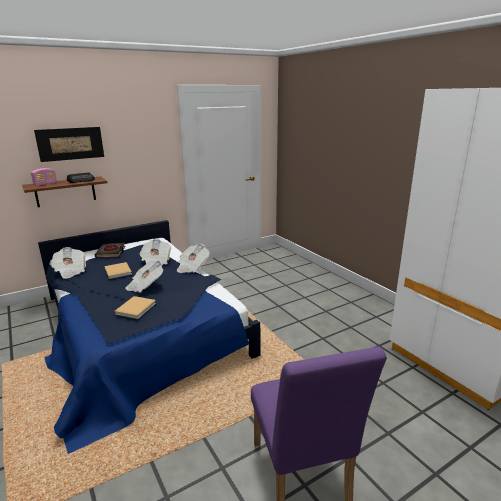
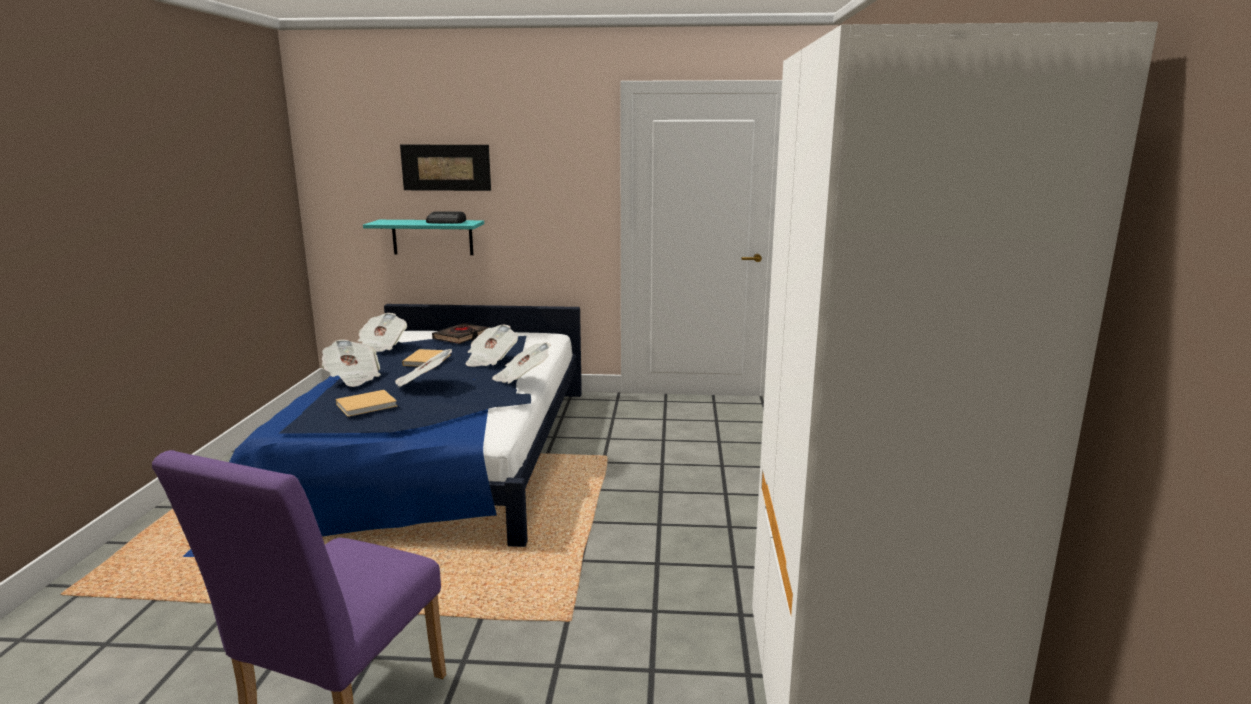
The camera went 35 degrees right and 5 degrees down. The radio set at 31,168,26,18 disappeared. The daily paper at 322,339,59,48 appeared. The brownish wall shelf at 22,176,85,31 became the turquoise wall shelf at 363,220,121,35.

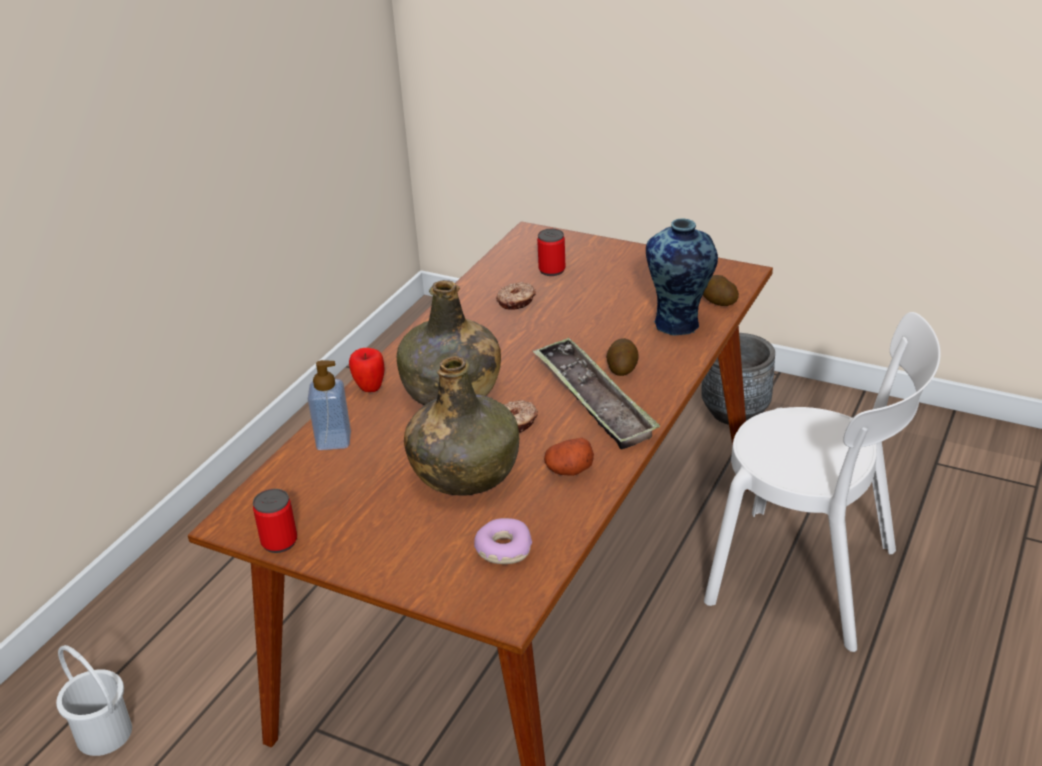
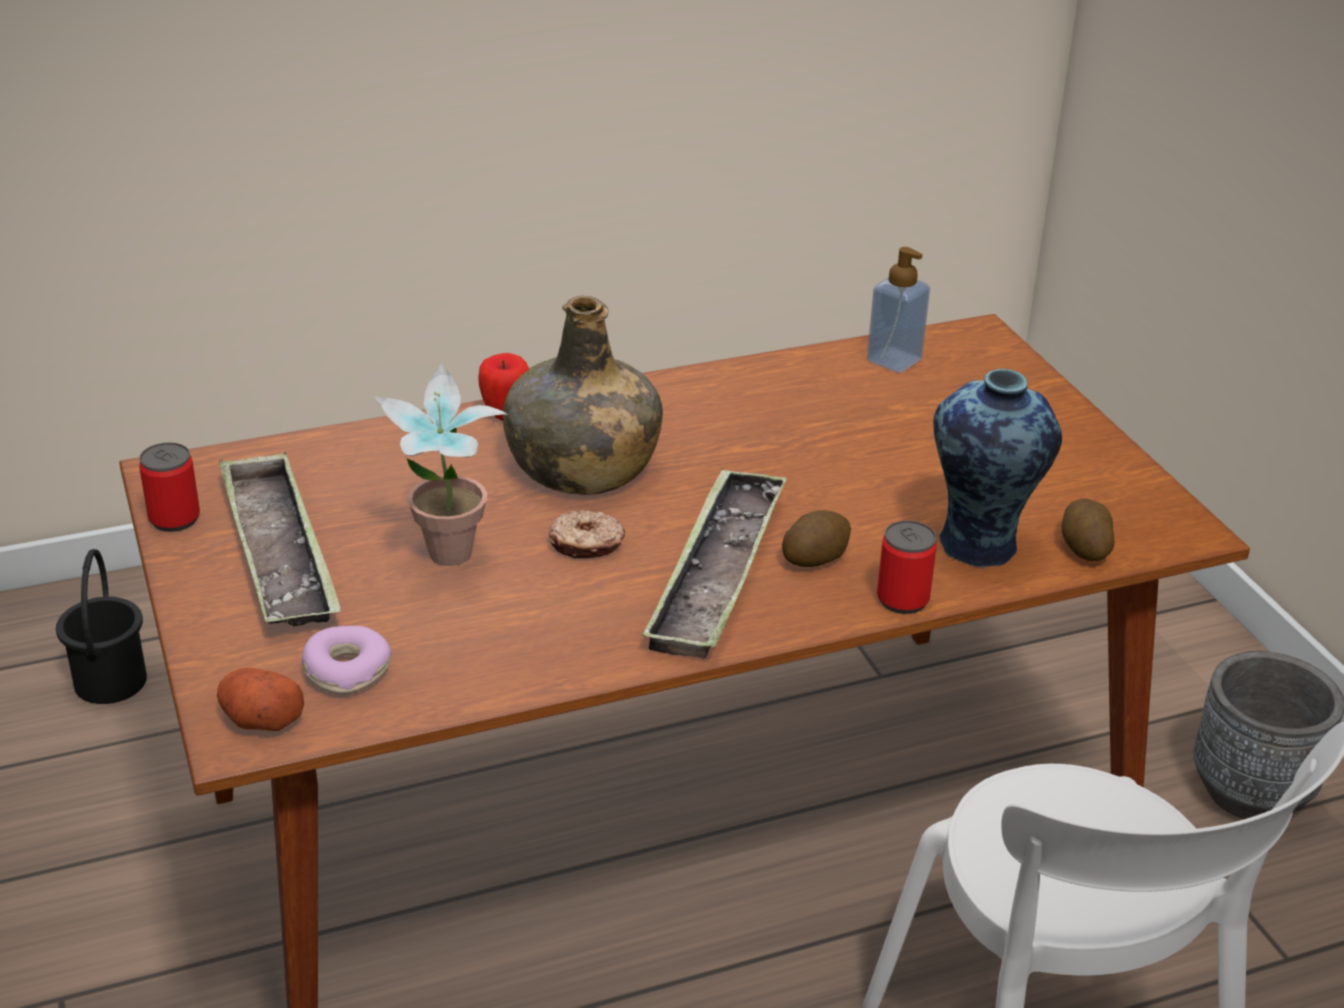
The camera went 40 degrees right and 0 degrees up. The ring doughnut at 496,282,40,28 disappeared. The serving tray at 219,452,122,175 appeared. The liquid soap bottle moved from 308,360,43,90 to 867,247,63,126. The can moved from 537,229,29,47 to 877,521,60,93. The spud moved from 544,438,50,38 to 217,667,87,64. The green bottle at 404,356,115,140 was replaced by the plant in a pot at 374,363,133,203. The white water bucket at 56,645,76,111 became the black-coloured water bucket at 56,549,91,155.

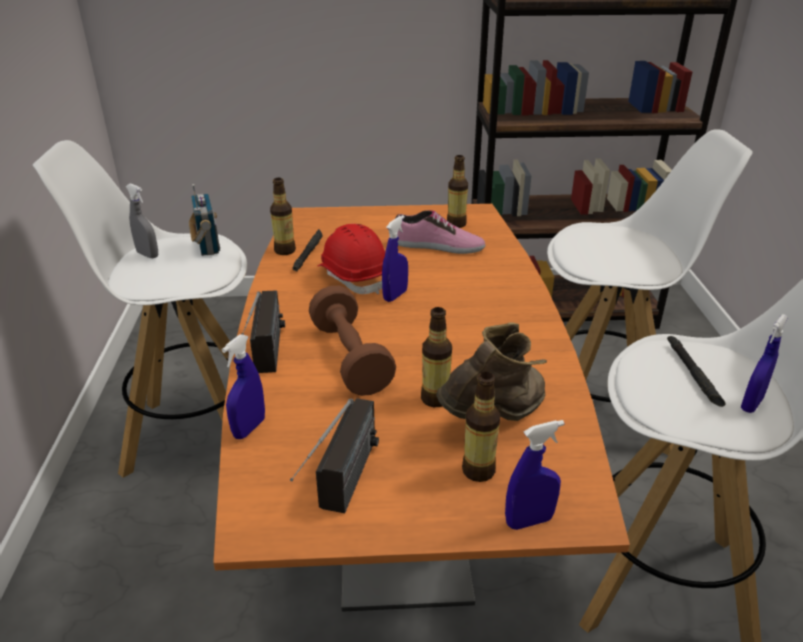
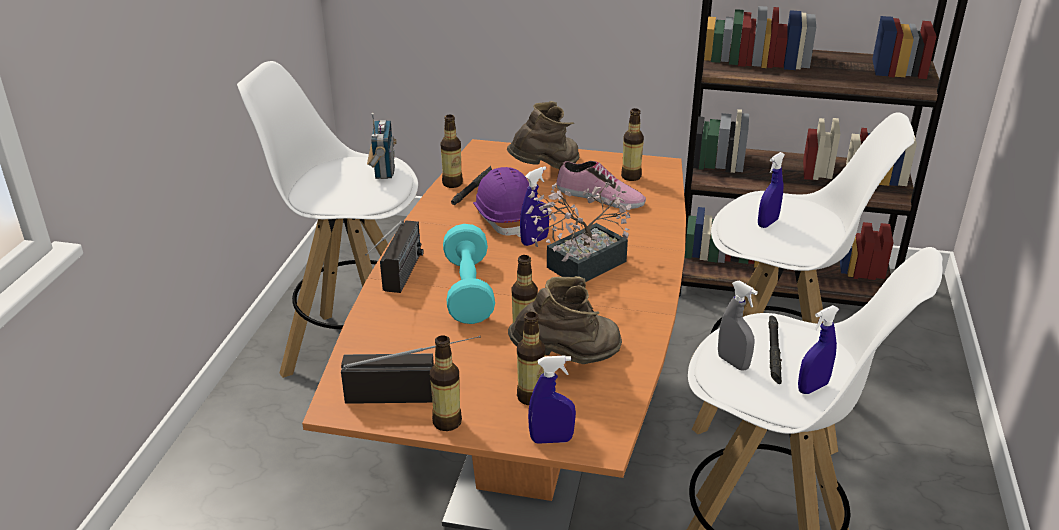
The camera went 15 degrees right and 0 degrees up. The bottle at 430,335,32,96 appeared. The brownish high-top boot at 507,101,72,68 appeared. The plant in a pot at 525,182,106,100 appeared. The greyish sprayer moved from 126,183,32,75 to 718,281,40,90. The blue-coloured sprayer moved from 222,334,43,105 to 758,152,27,76. The brownish hand weight at 309,286,87,110 became the turquoise hand weight at 443,224,52,100. The red work helmet at 318,224,67,71 became the purple-coloured work helmet at 473,167,56,70. The radio set at 290,398,89,115 turned 120 degrees counterclockwise.

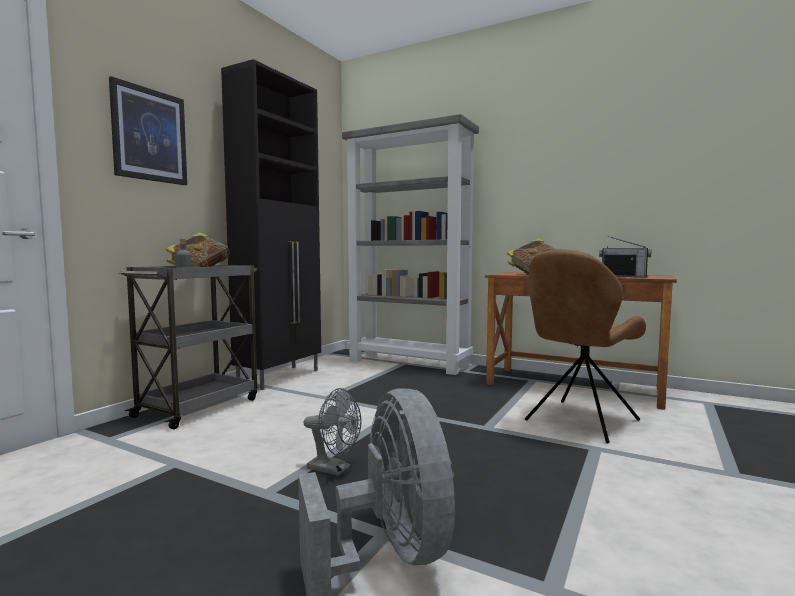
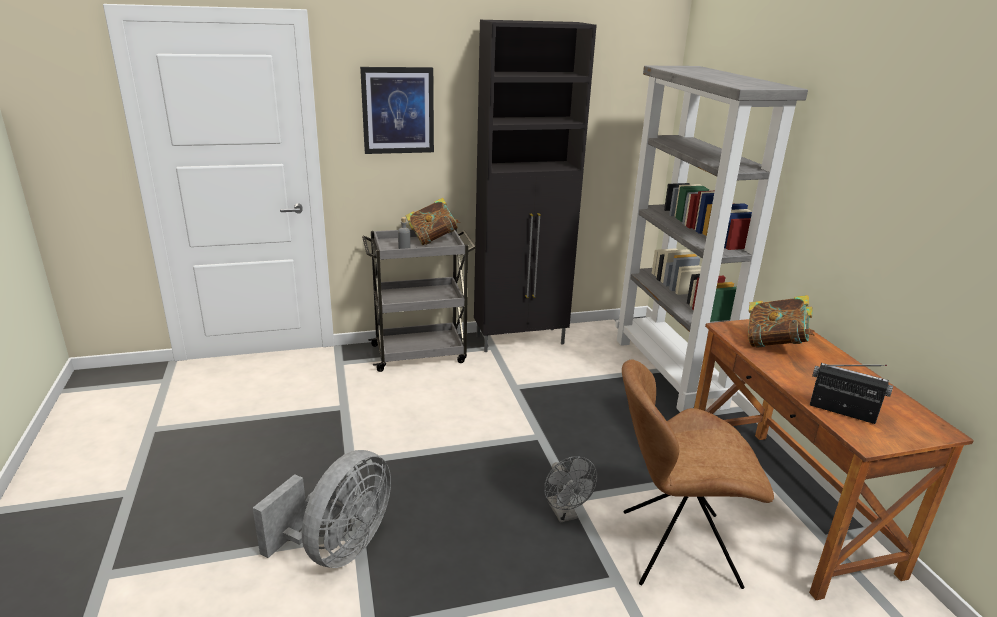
The camera went 45 degrees right and 20 degrees up. The greyish cooling fan moved from 304,388,57,88 to 544,456,53,67. The radio set at 599,236,52,41 turned 135 degrees clockwise.

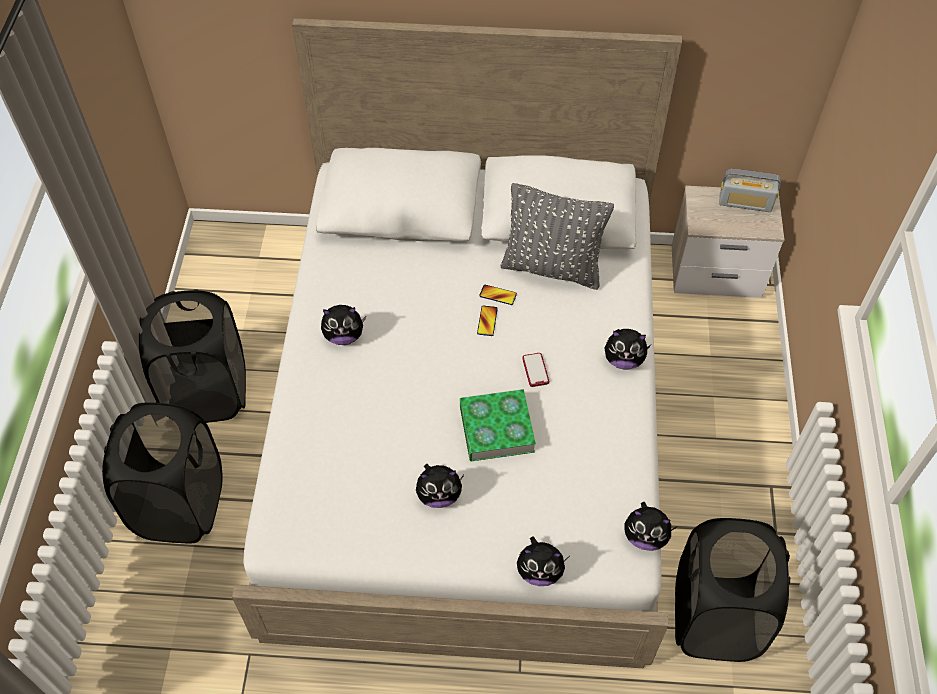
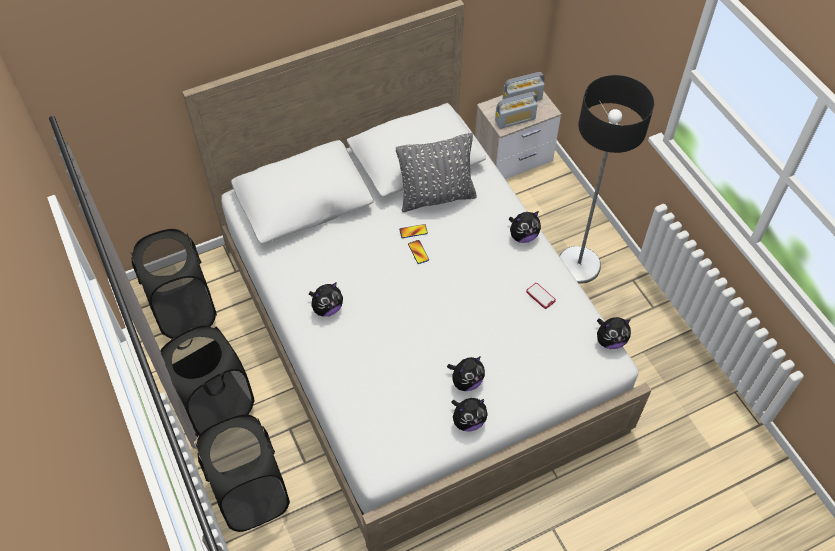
The camera went 30 degrees left and 0 degrees up. The bound book at 460,389,76,72 disappeared. The radio set at 495,92,43,37 appeared. The standing lamp at 559,75,95,209 appeared. The plush toy moved from 517,536,51,50 to 451,398,37,34. The phone moved from 522,353,27,34 to 526,283,30,26. The black-coloured hamper moved from 675,518,115,144 to 131,229,86,110.

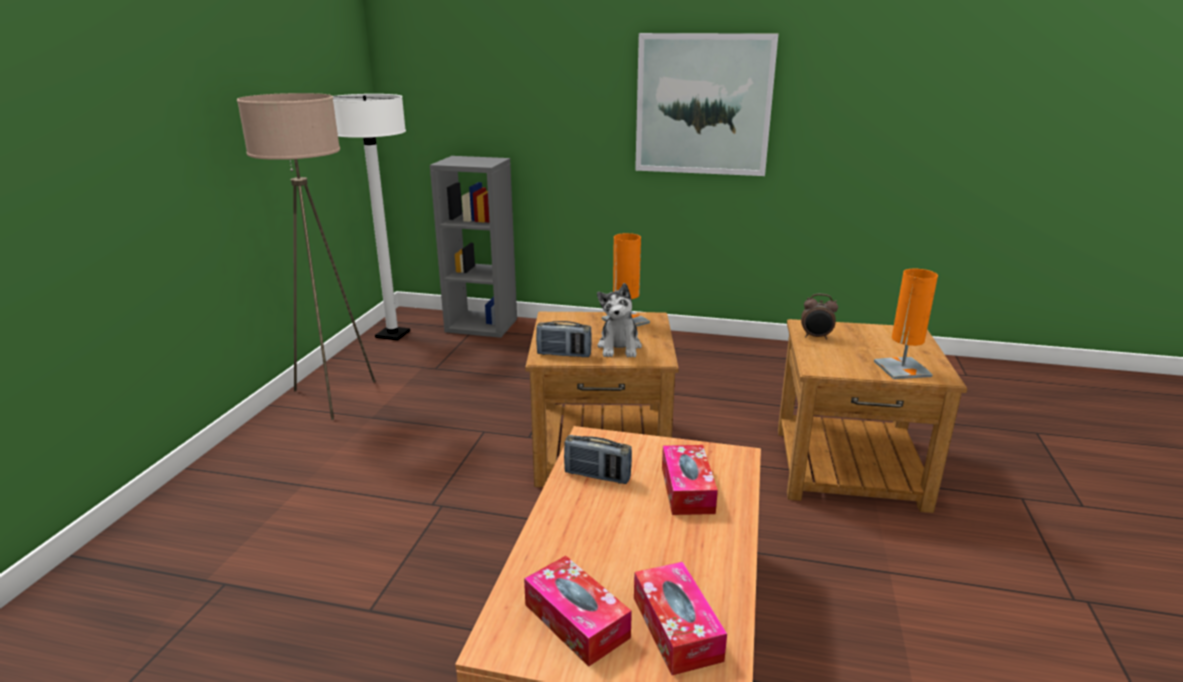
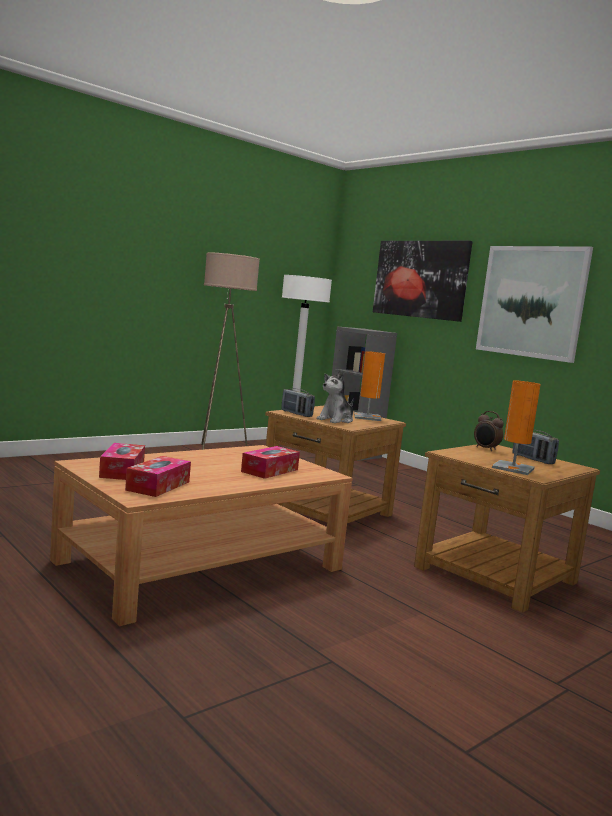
The camera went 35 degrees right and 15 degrees down. The picture at 373,241,100,81 appeared. The radio set moved from 564,435,68,49 to 512,429,47,35.

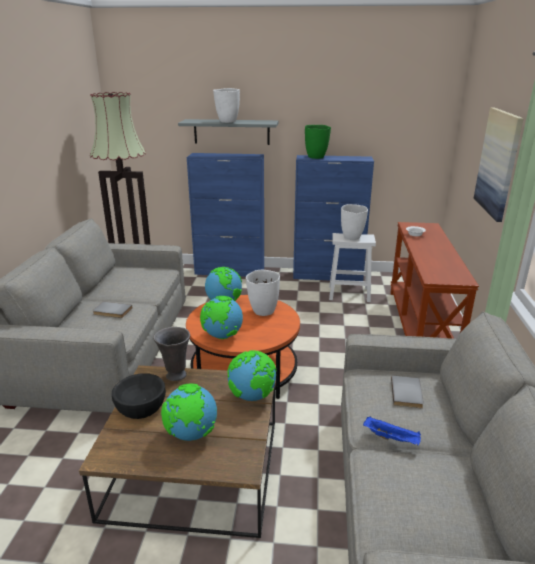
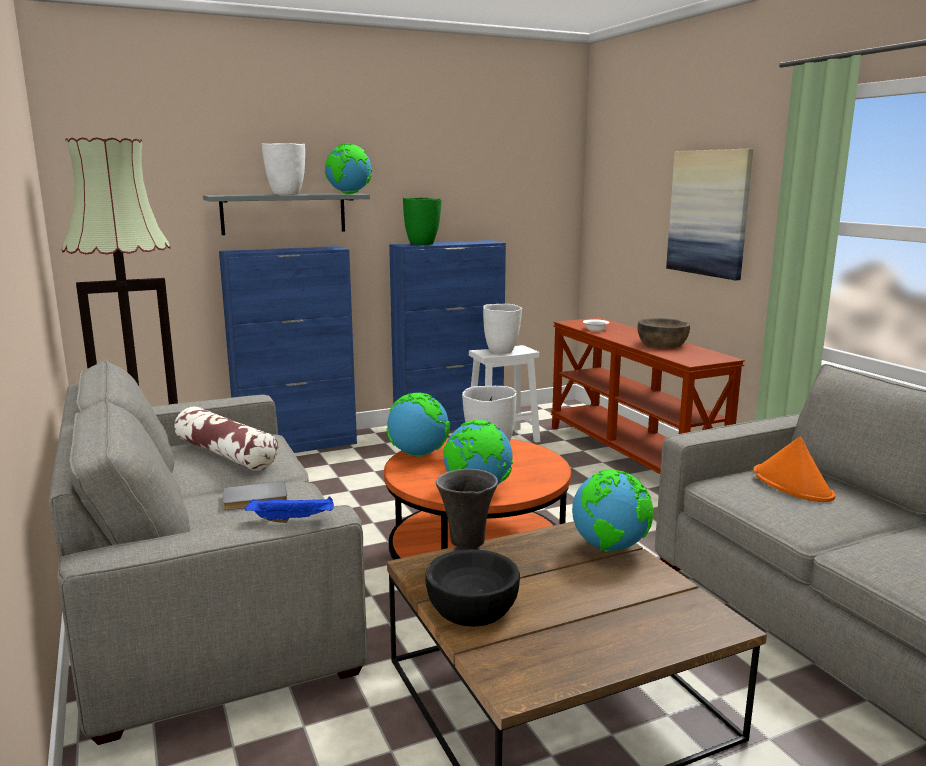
The camera went 30 degrees left and 10 degrees down. The cushion at 174,406,104,65 appeared. The brownish bowl at 638,318,52,30 appeared. The world globe moved from 161,383,56,58 to 324,143,48,51. The blue-coloured serving tray moved from 363,417,58,29 to 245,496,89,27. The greyish bound book at 391,376,33,32 was replaced by the orange-coloured hat at 753,437,82,65.

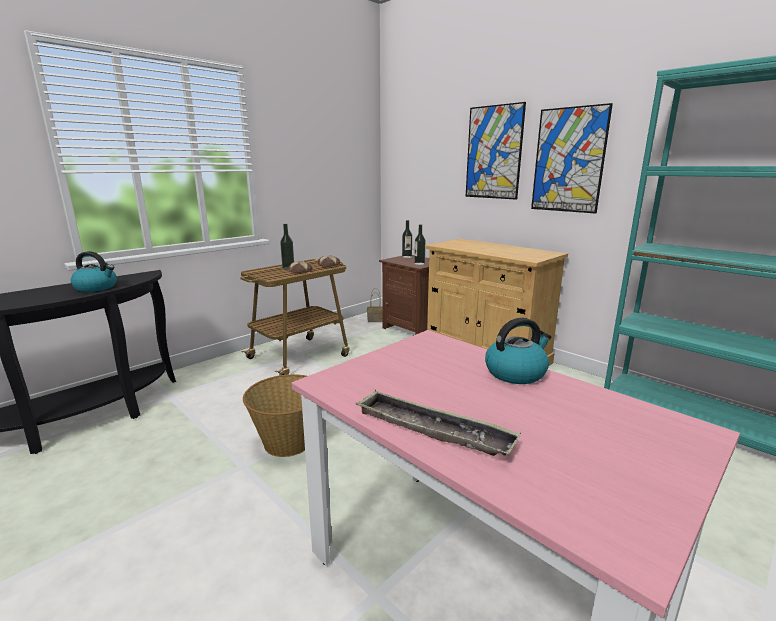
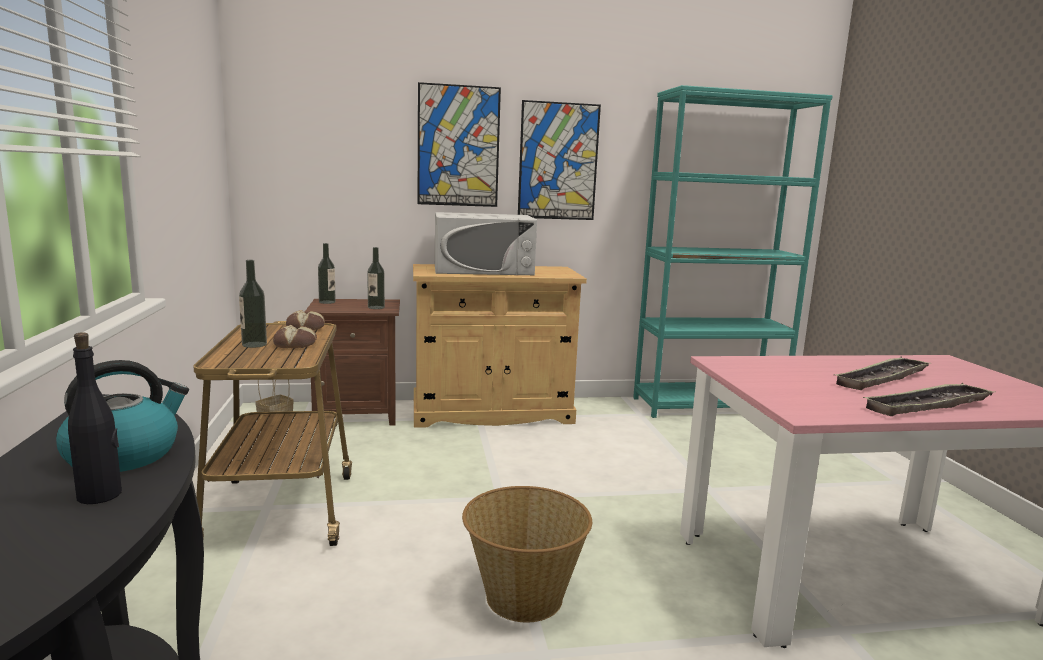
The camera went 55 degrees left and 5 degrees down. The kettle at 485,318,66,66 disappeared. The black-coloured bottle at 68,332,54,172 appeared. The white kitchen microwave at 435,212,102,63 appeared. The serving tray at 836,357,94,33 appeared.

